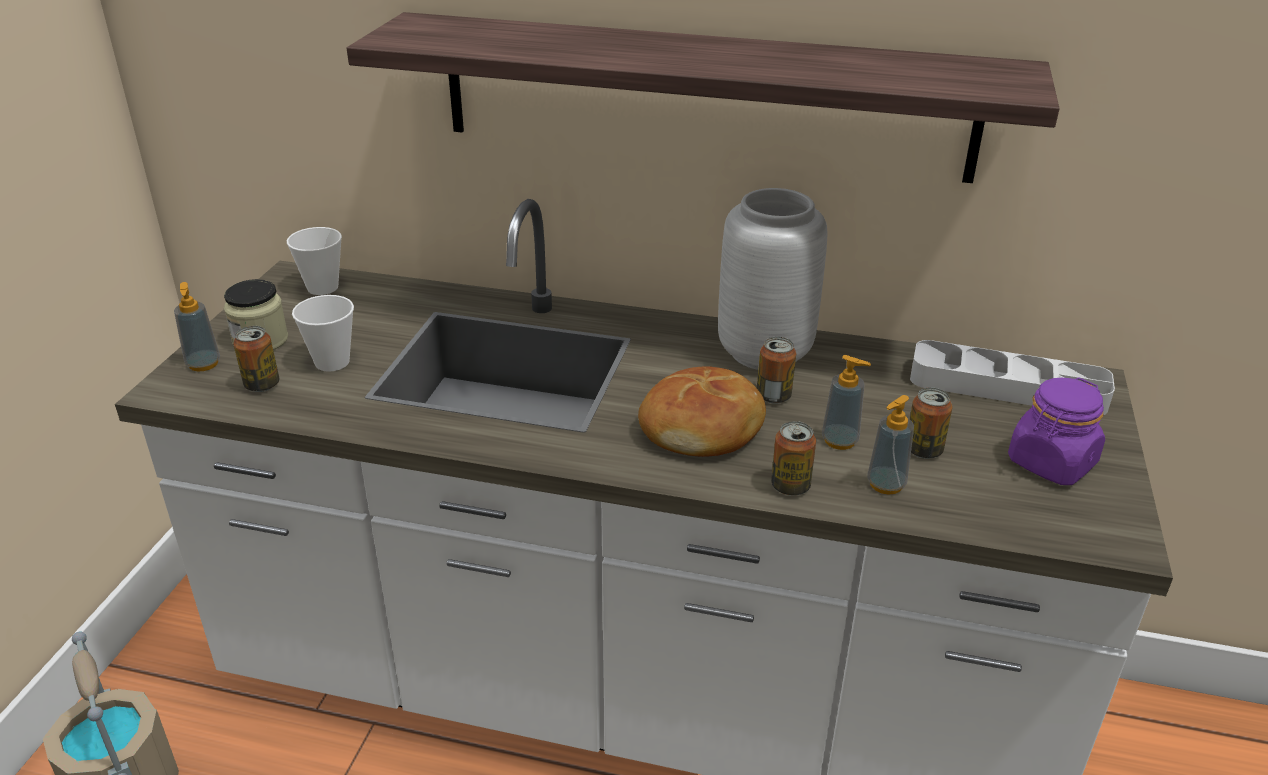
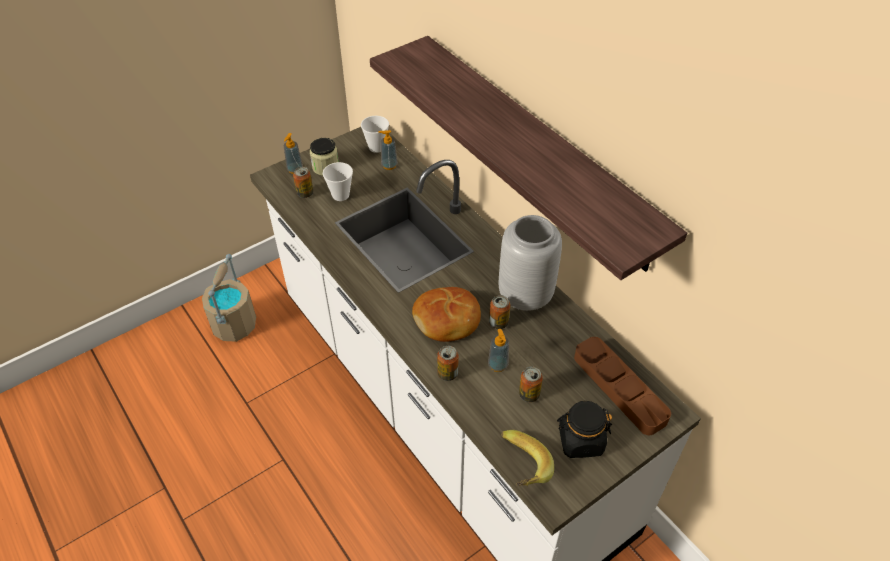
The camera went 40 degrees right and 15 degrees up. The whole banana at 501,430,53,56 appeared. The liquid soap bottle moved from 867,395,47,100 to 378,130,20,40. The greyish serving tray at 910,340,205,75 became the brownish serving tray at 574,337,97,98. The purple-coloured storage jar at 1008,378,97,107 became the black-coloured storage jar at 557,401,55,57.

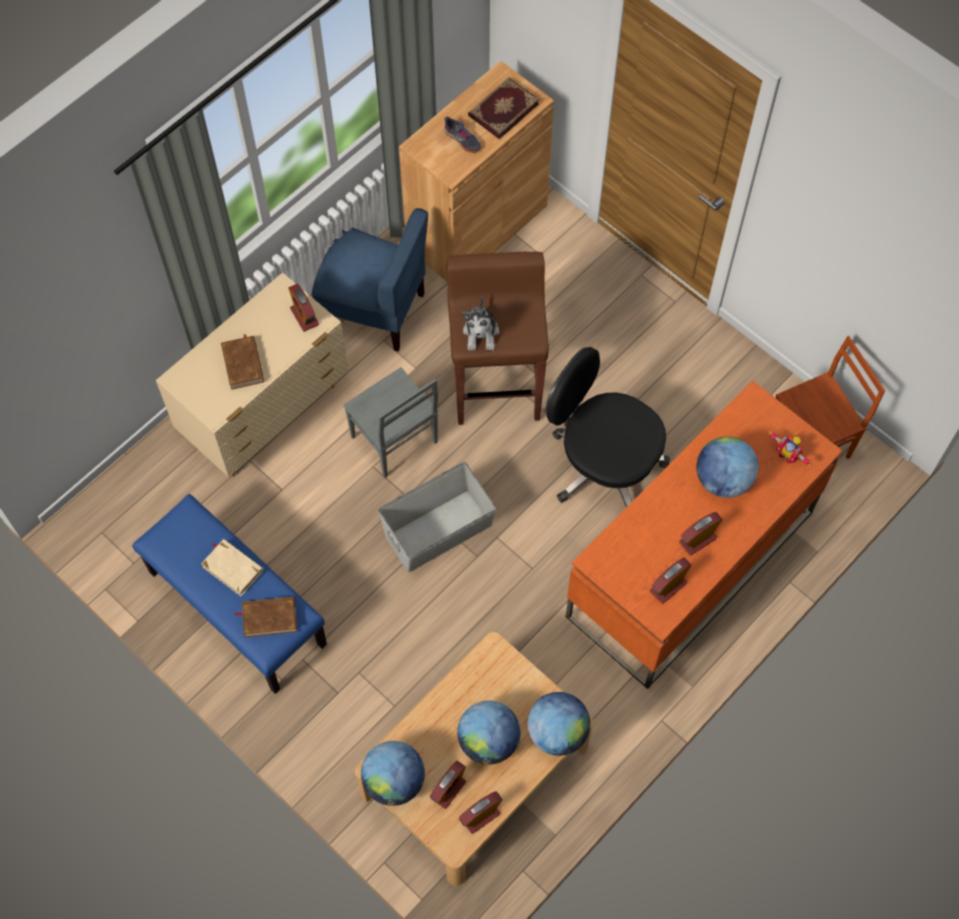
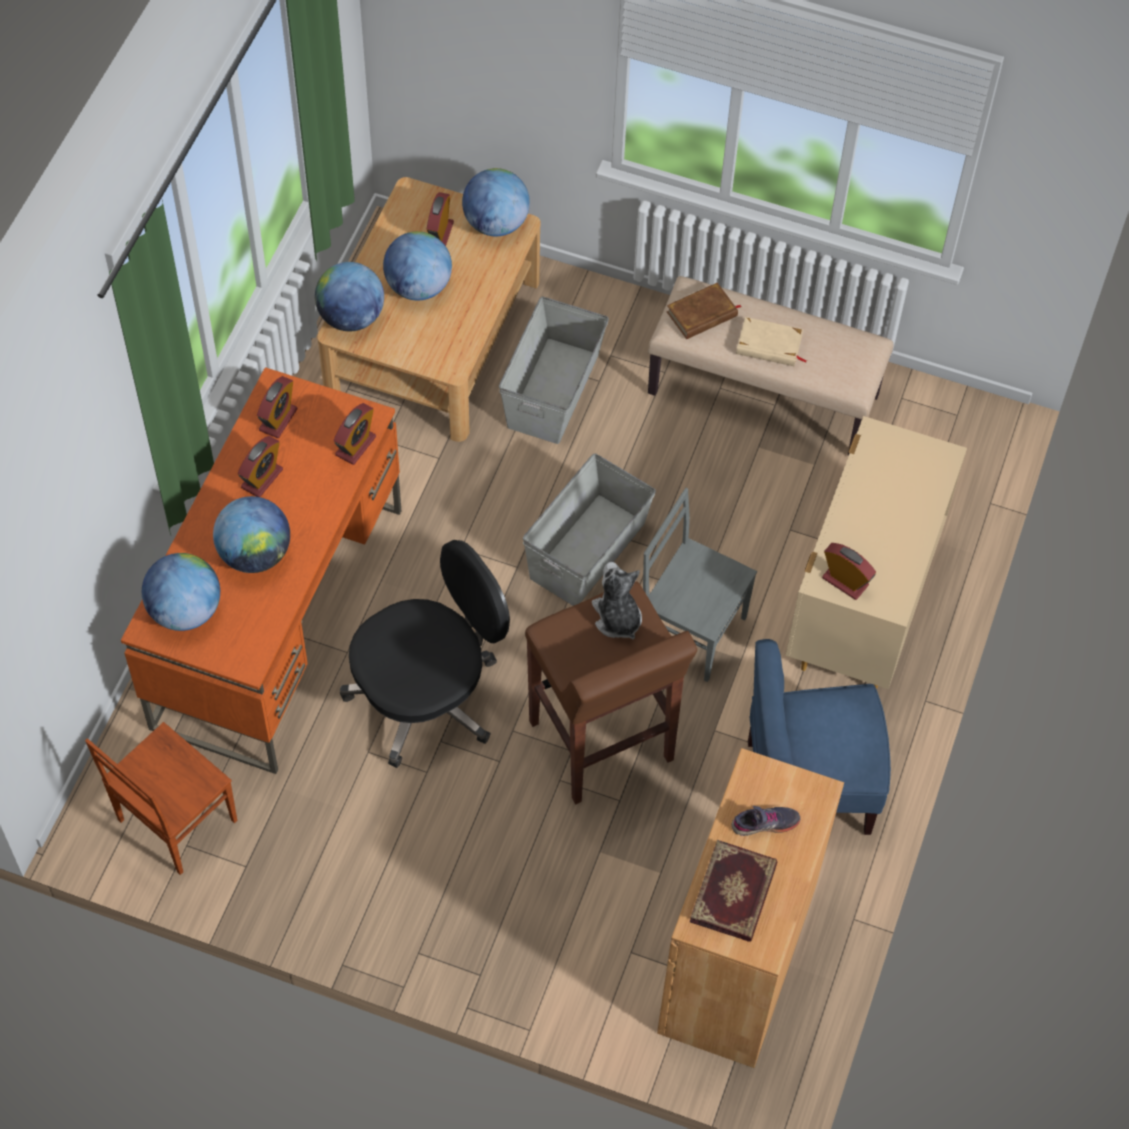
The camera went 155 degrees right and 5 degrees down. The brownish bound book at 221,335,43,55 disappeared. The greyish storage container at 499,297,110,147 appeared. The table clock moved from 459,791,43,43 to 334,403,42,62. The model robot at 768,431,44,35 was replaced by the world globe at 142,553,78,78. The blue-coloured bench at 132,494,195,200 became the sand-coloured bench at 648,276,245,180. The greyish shoe at 444,116,37,37 turned 150 degrees clockwise. The black-coloured office chair at 546,347,124,160 turned 45 degrees counterclockwise.

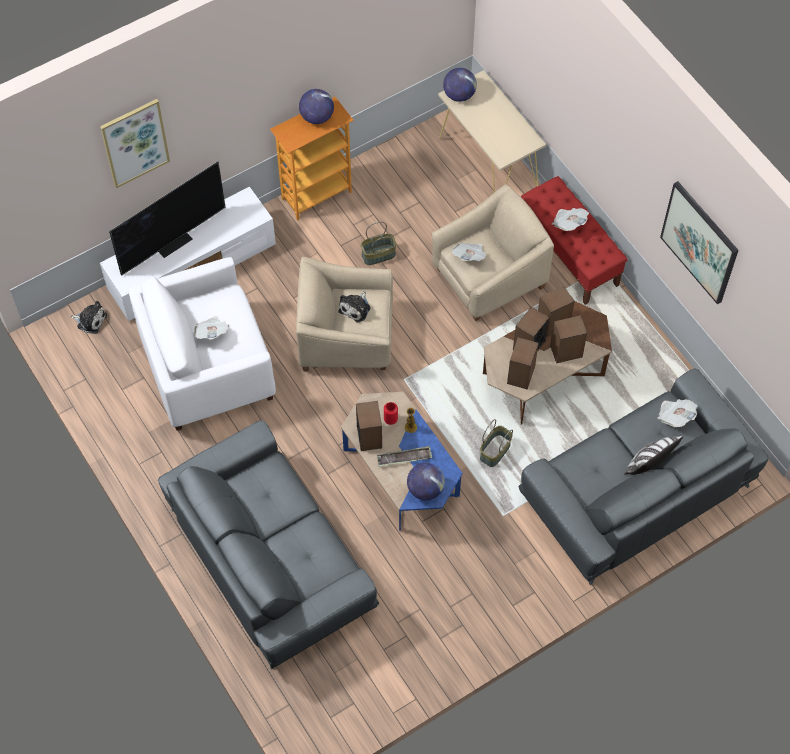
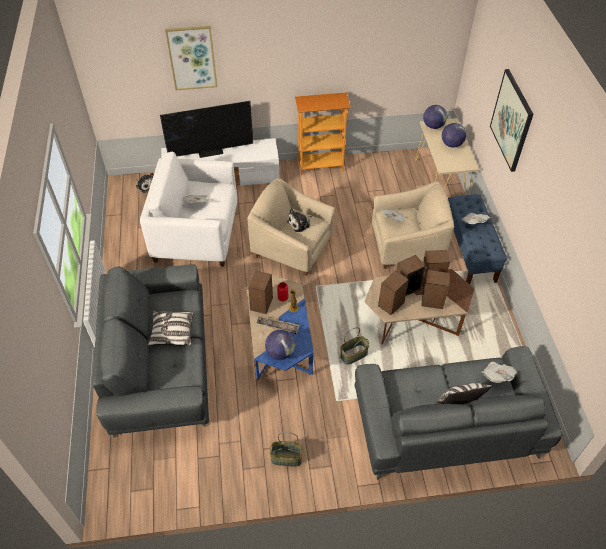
The camera went 25 degrees right and 10 degrees down. The cushion at 148,311,46,35 appeared. The world globe moved from 299,89,35,35 to 442,123,24,25. The storage basket moved from 361,222,36,43 to 270,432,33,35. The picture moved from 660,181,79,123 to 490,69,43,103. The red bench at 521,176,107,129 became the blue-coloured bench at 448,194,59,91.

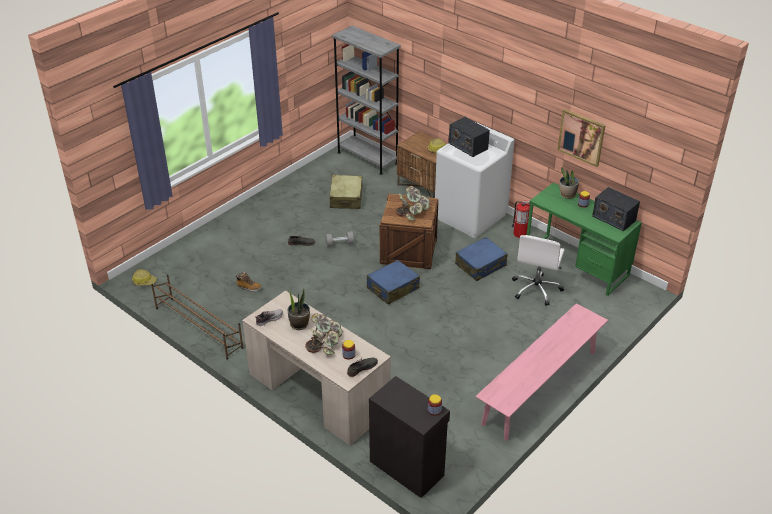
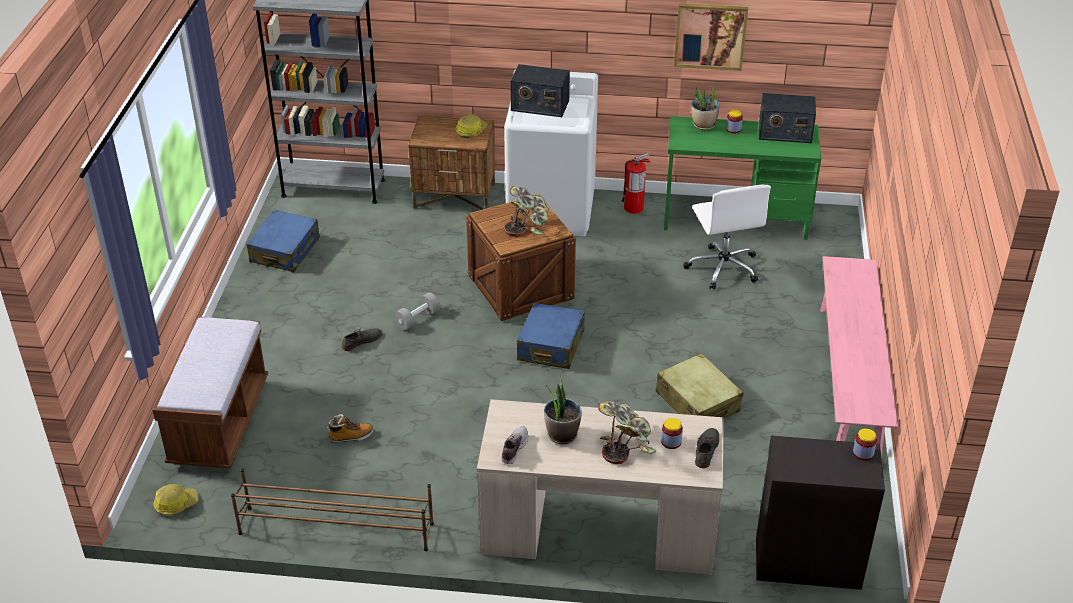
The camera went 35 degrees left and 0 degrees up. The brownish bench at 152,317,116,152 appeared. The sand-coloured piece of luggage moved from 330,175,33,34 to 656,353,88,65. The blue-coloured piece of luggage moved from 455,237,53,44 to 247,210,73,62.

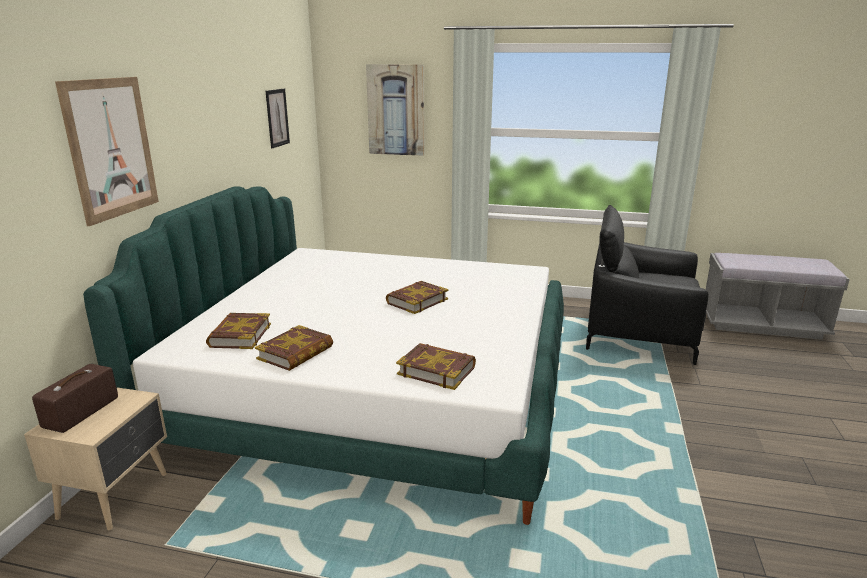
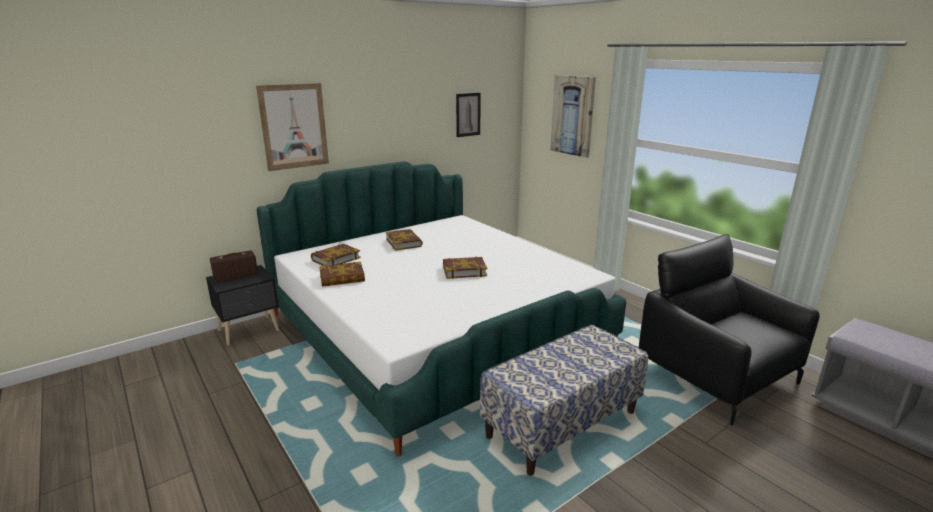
The camera went 40 degrees right and 0 degrees up. The bench at 480,325,168,151 appeared. The bound book moved from 396,343,80,47 to 386,229,37,22. The sand-coloured night table at 24,388,143,142 became the black-coloured night table at 206,265,73,80.

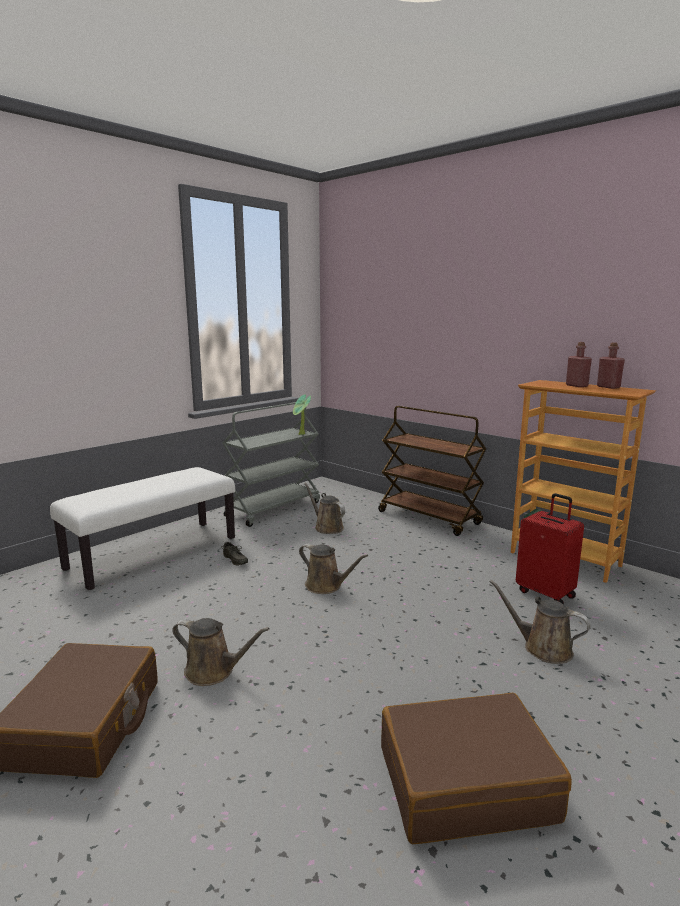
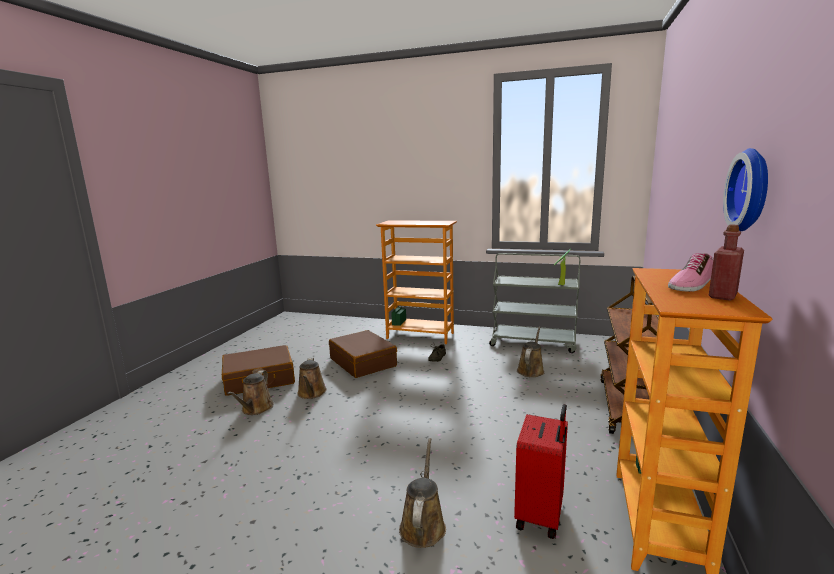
The camera went 65 degrees right and 0 degrees up. The hanging clock at 723,148,45,83 appeared. The brownish watering pot moved from 299,544,69,50 to 227,370,47,45. The brownish piece of luggage moved from 381,693,191,151 to 329,330,68,48. The white bench at 50,467,185,123 was replaced by the bookshelf at 376,220,81,124. The red bottle at 566,342,26,45 was replaced by the shoe at 668,253,45,39.

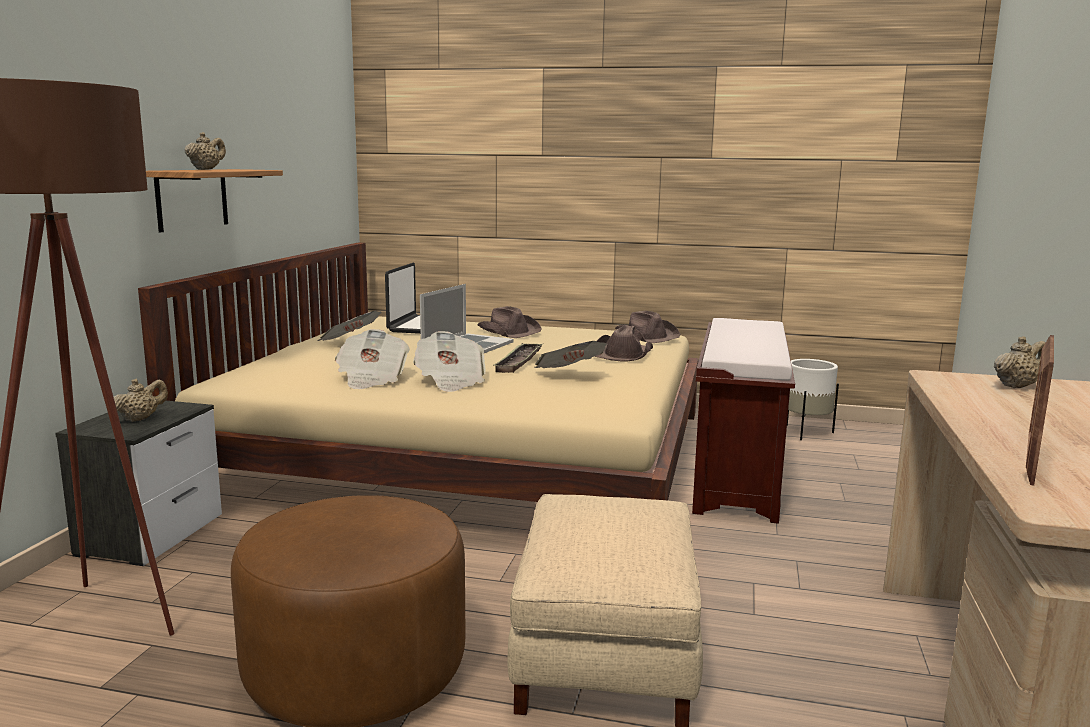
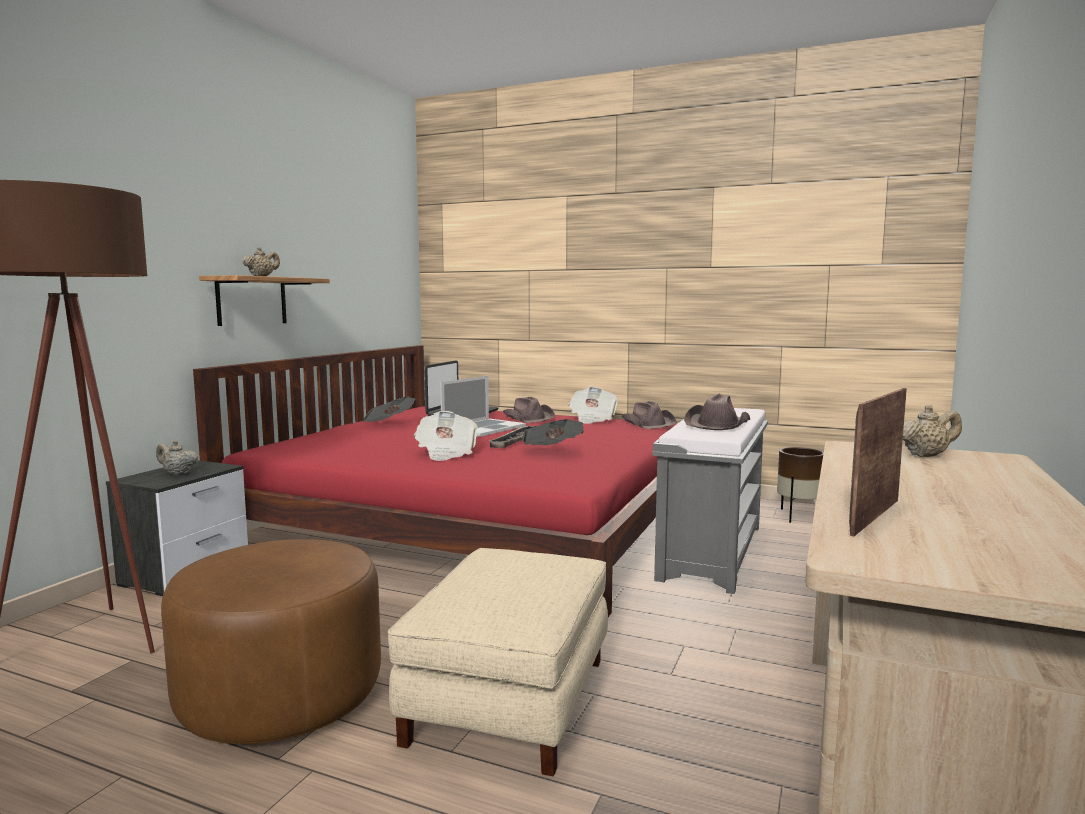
The camera went 10 degrees right and 5 degrees down. The daily paper moved from 335,329,75,60 to 568,387,50,37. The brownish hat moved from 595,324,58,37 to 684,394,66,36. The sand-coloured sleeping bed at 138,243,561,259 became the red sleeping bed at 193,345,483,272. The brownish bench at 692,318,103,206 became the greyish bench at 652,408,116,186. The white flower pot at 787,359,52,81 became the brownish flower pot at 777,447,47,76. The sand-coloured tea pot at 114,379,54,43 turned 120 degrees counterclockwise.

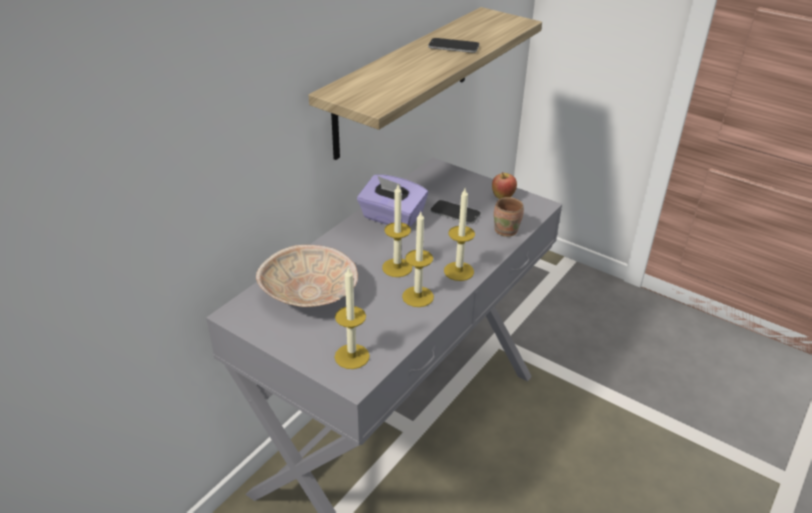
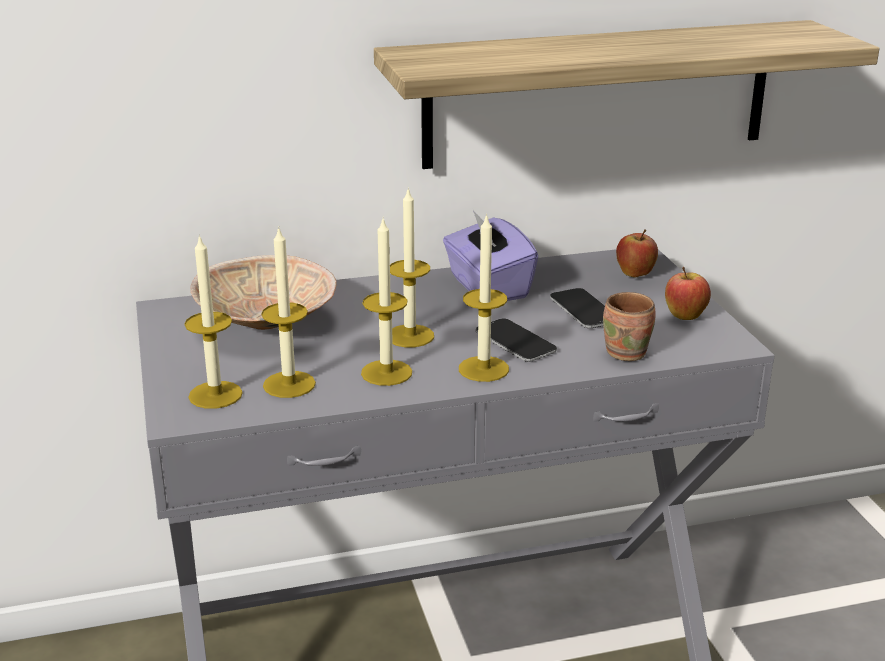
The camera went 40 degrees right and 10 degrees down. The wax light at 261,226,55,172 appeared. The apple at 616,229,42,49 appeared. The phone moved from 428,38,51,15 to 476,318,81,44.

